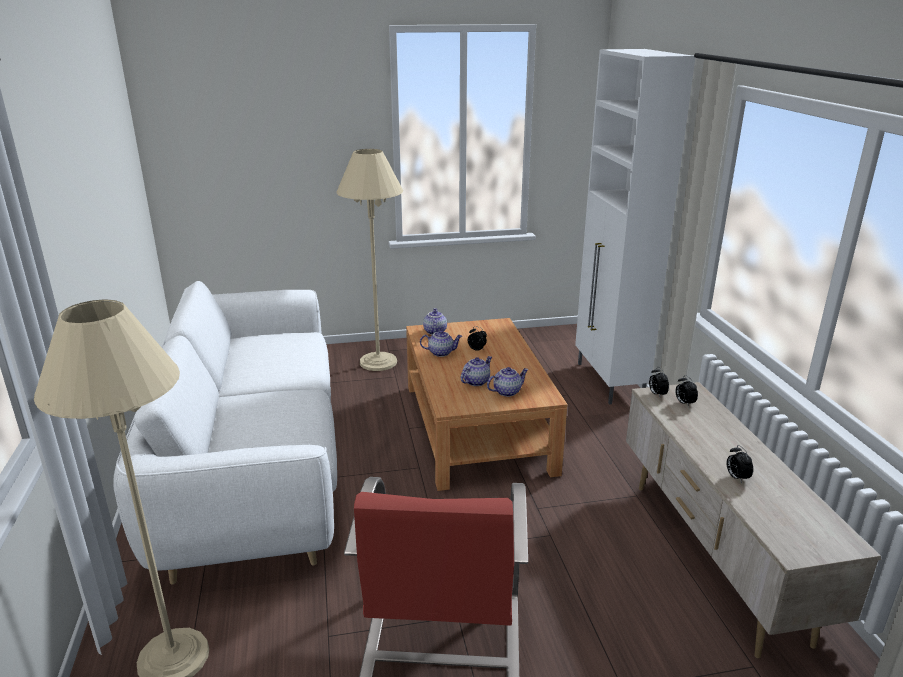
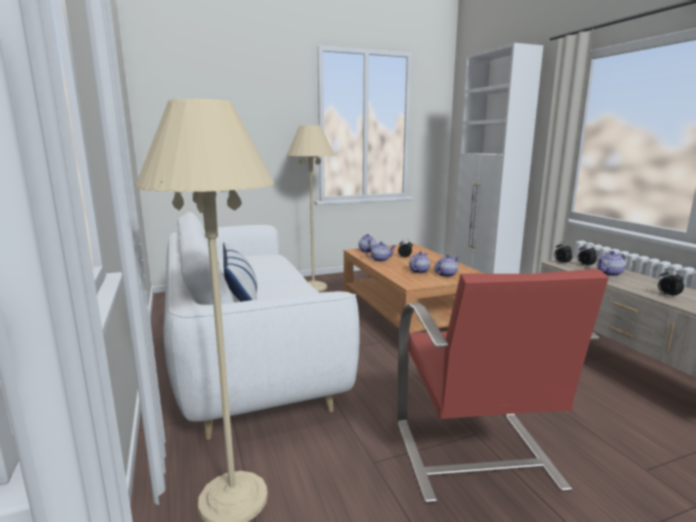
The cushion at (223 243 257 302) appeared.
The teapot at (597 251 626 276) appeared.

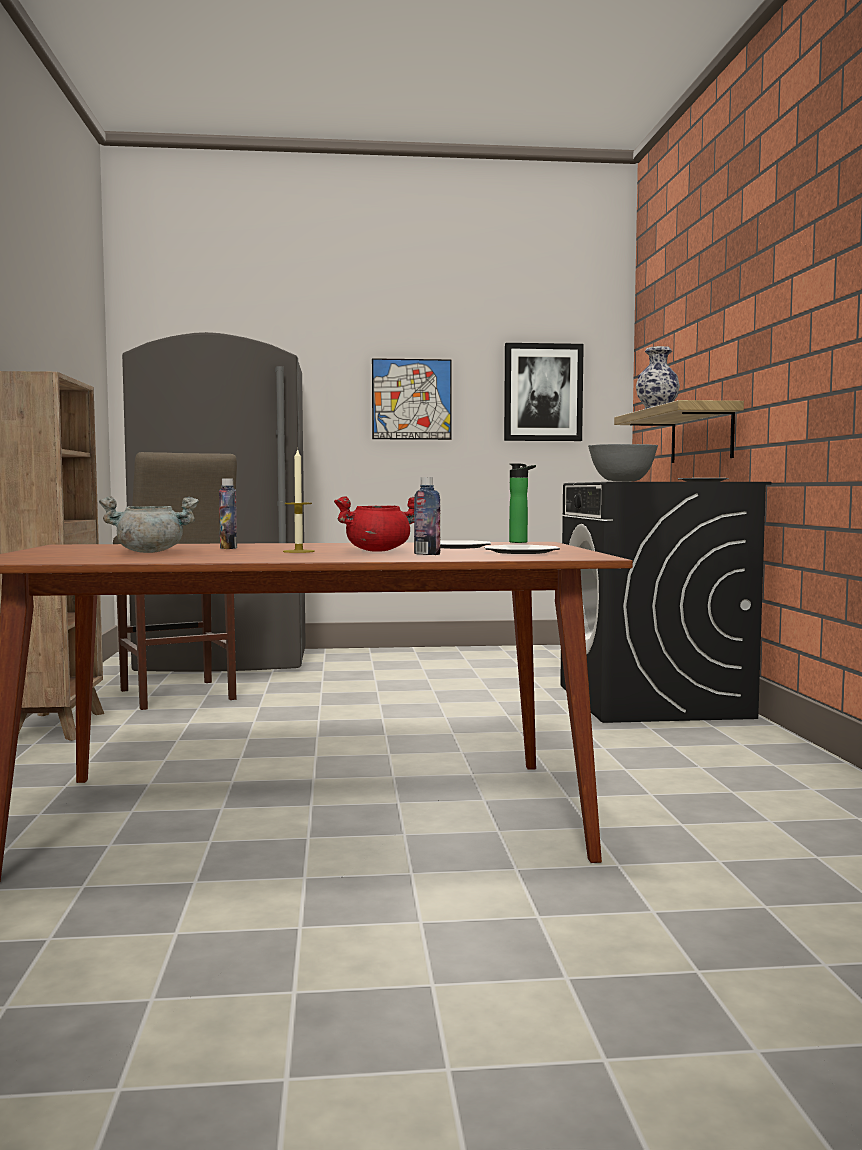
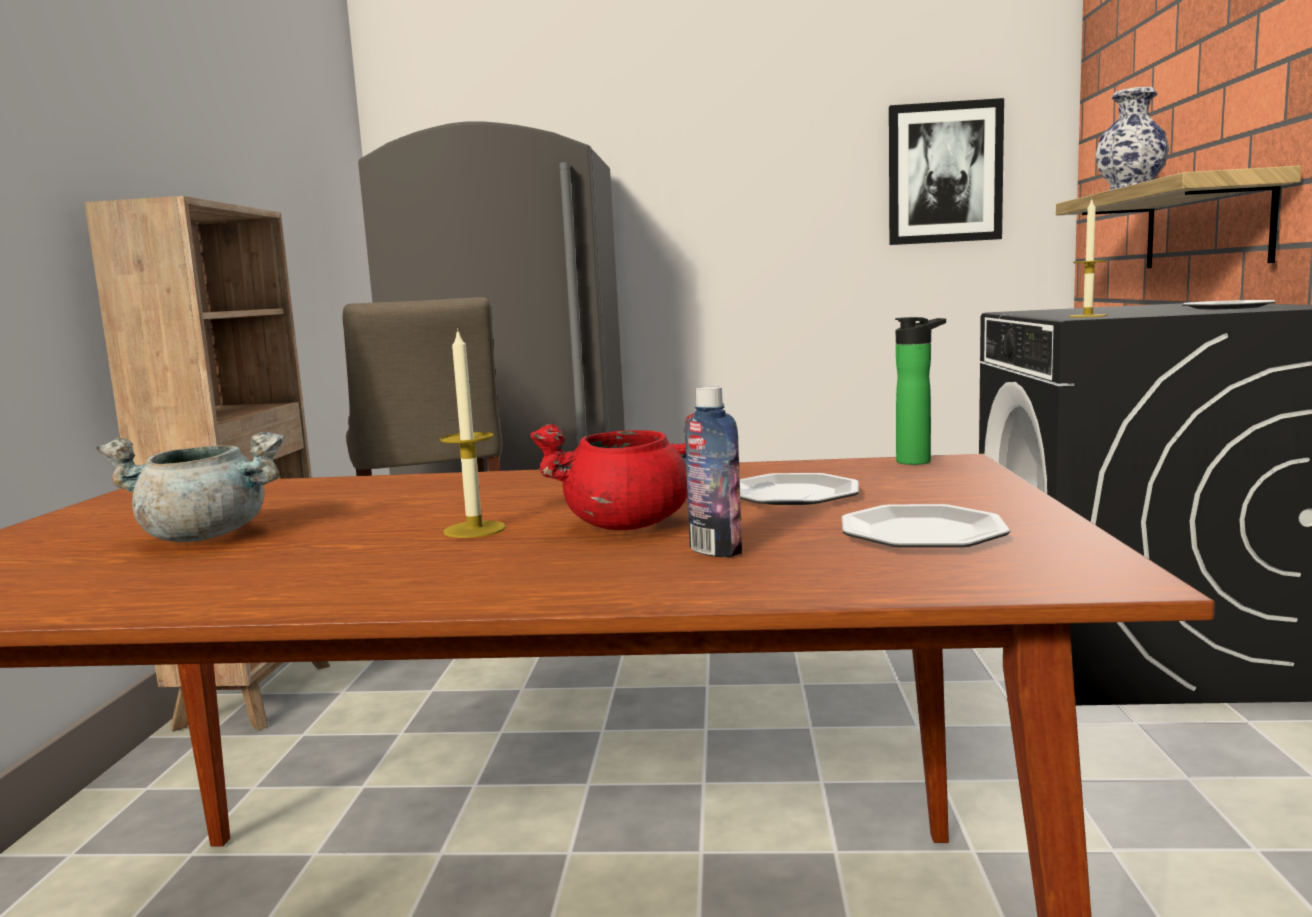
The drink bottle at (219 478 237 549) disappeared.
The picture at (372 358 452 440) disappeared.
The gray serving bowl at (588 444 658 481) was replaced by the wax candle at (1069 200 1107 317).

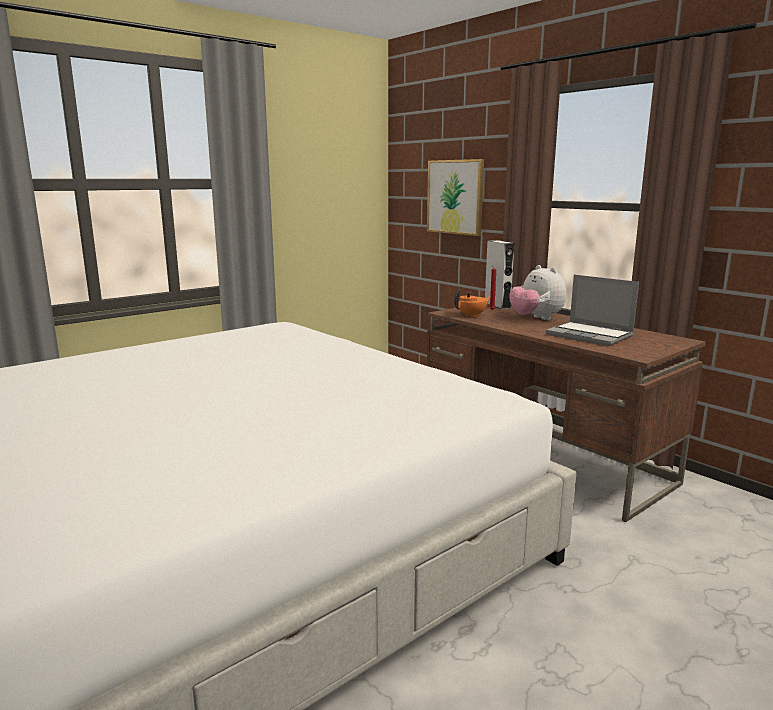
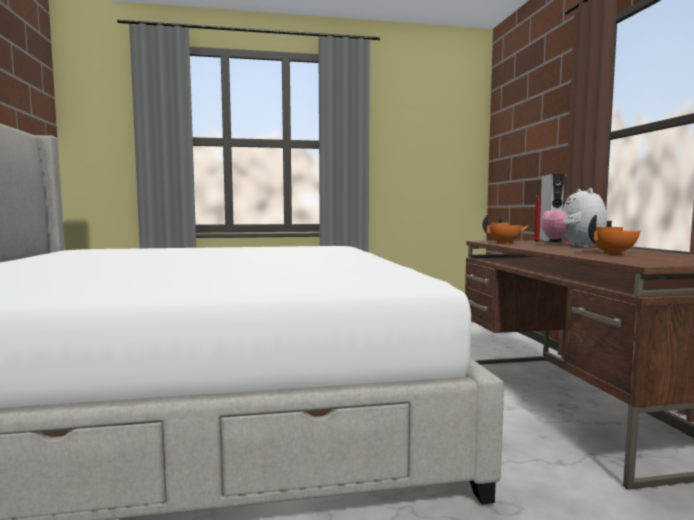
The picture at (427 159 484 236) disappeared.
The laptop at (546 275 639 346) was replaced by the orange teapot at (588 215 642 255).

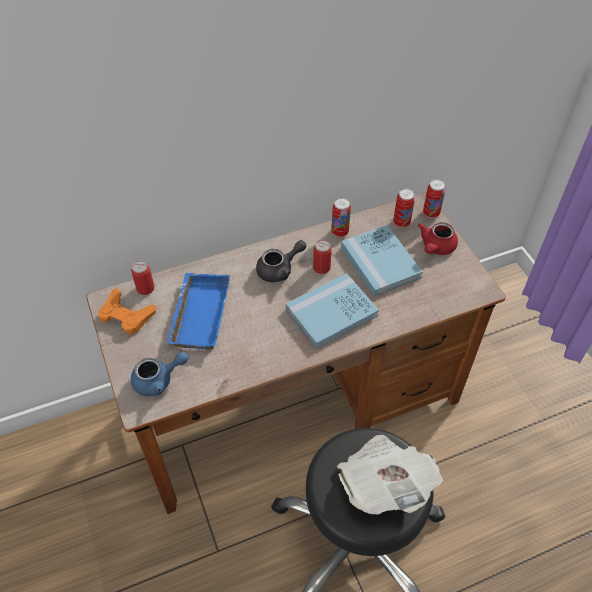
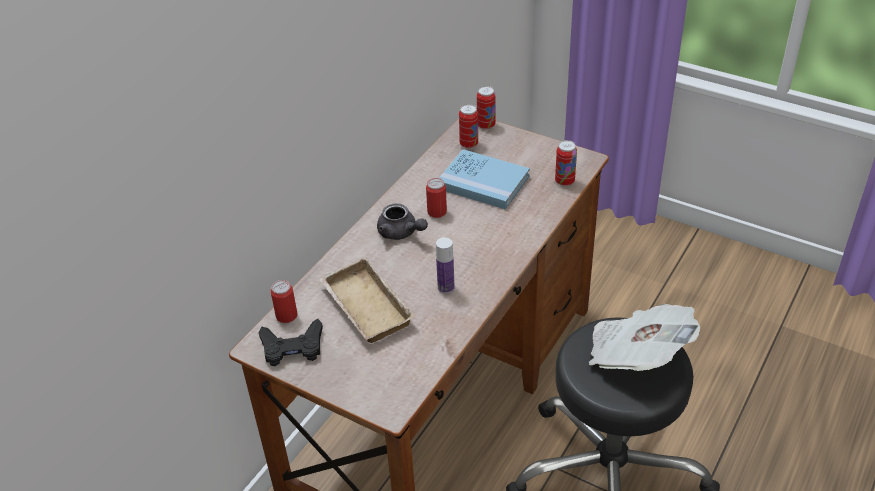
The bluish teapot at (131 352 188 396) disappeared.
The bluish bound book at (286 273 379 349) disappeared.
The red-coloured teapot at (418 222 458 255) disappeared.
The drink bottle at (436 237 455 294) appeared.
The sealed can moved from (331 198 351 237) to (555 140 577 186).
The orange joypad at (98 287 156 335) became the black joypad at (258 319 323 366).
The bluish carrying tray at (167 273 230 349) became the beige carrying tray at (319 257 415 343).
The gray teapot at (256 240 307 282) turned 105 degrees clockwise.

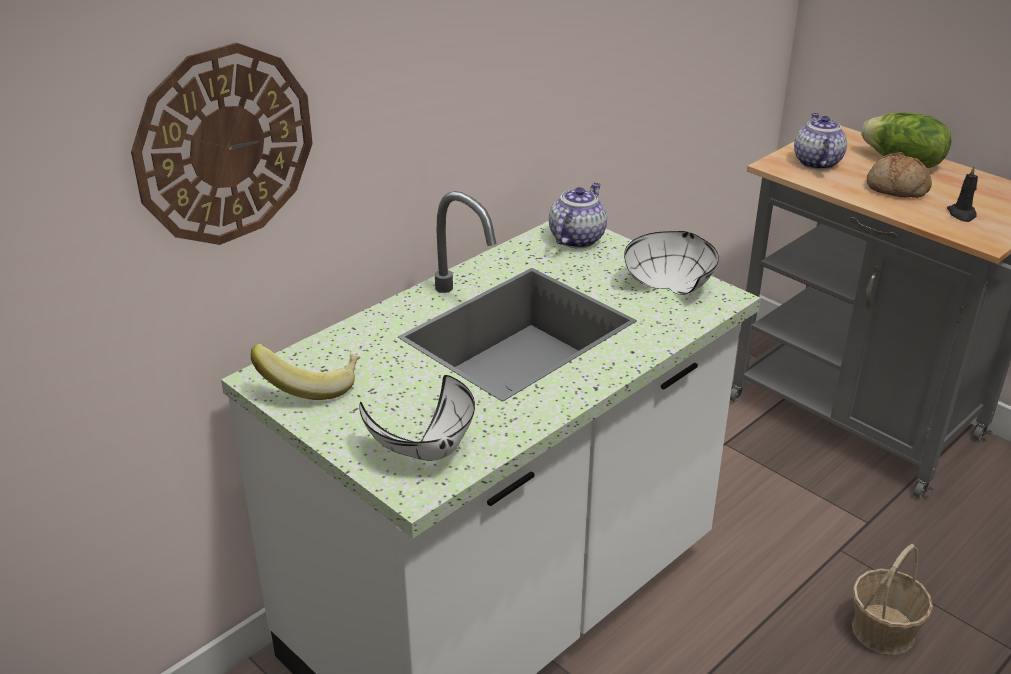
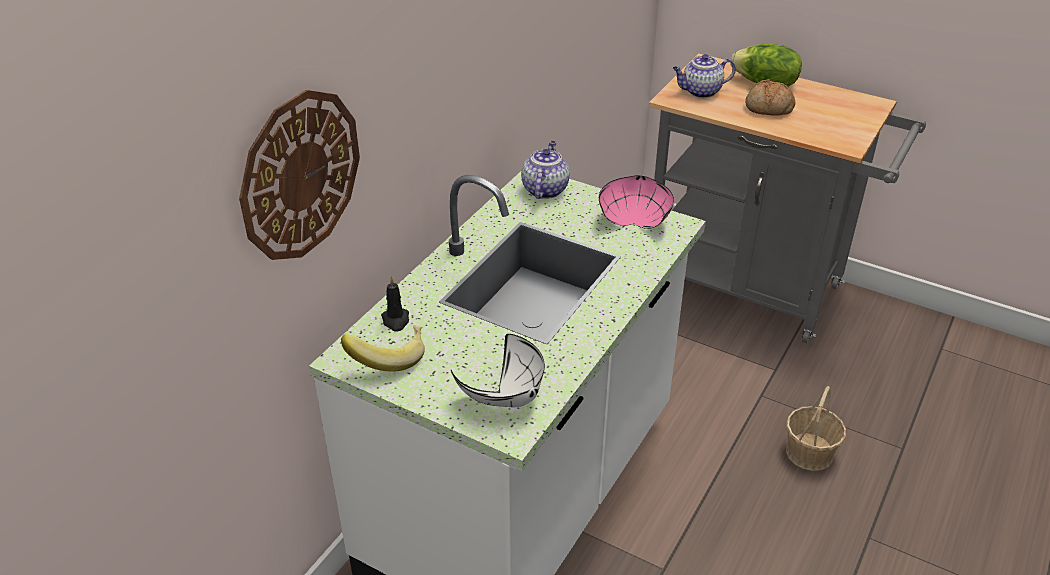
The black wax candle moved from (947 165 978 222) to (381 277 409 332).
The white-coloured serving bowl at (624 231 719 295) became the pink serving bowl at (599 175 674 229).
The teapot at (794 113 847 170) turned 90 degrees counterclockwise.

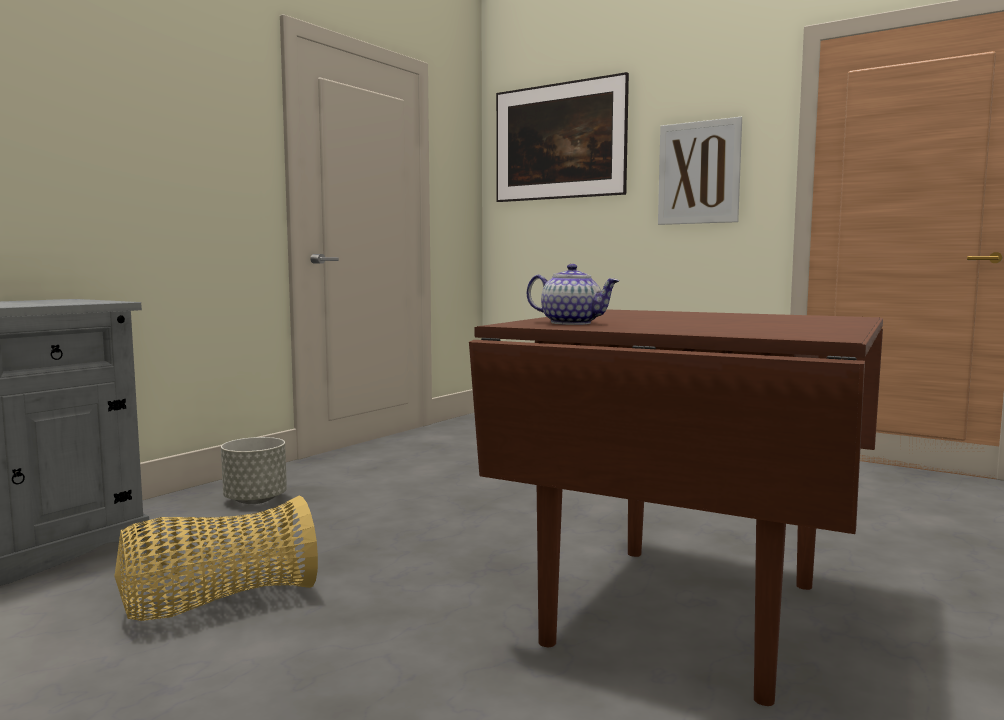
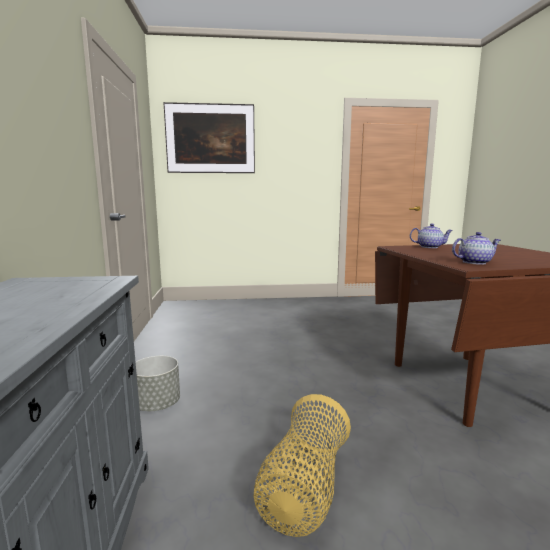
The picture at (658 117 742 225) disappeared.
The teapot at (410 224 453 248) appeared.

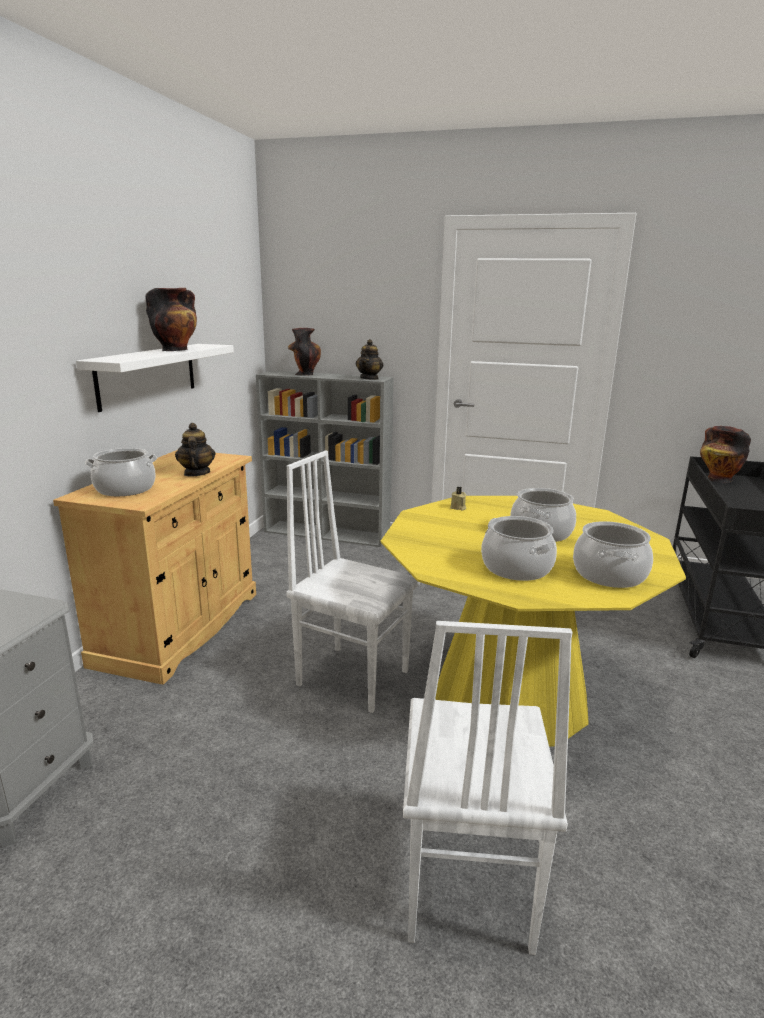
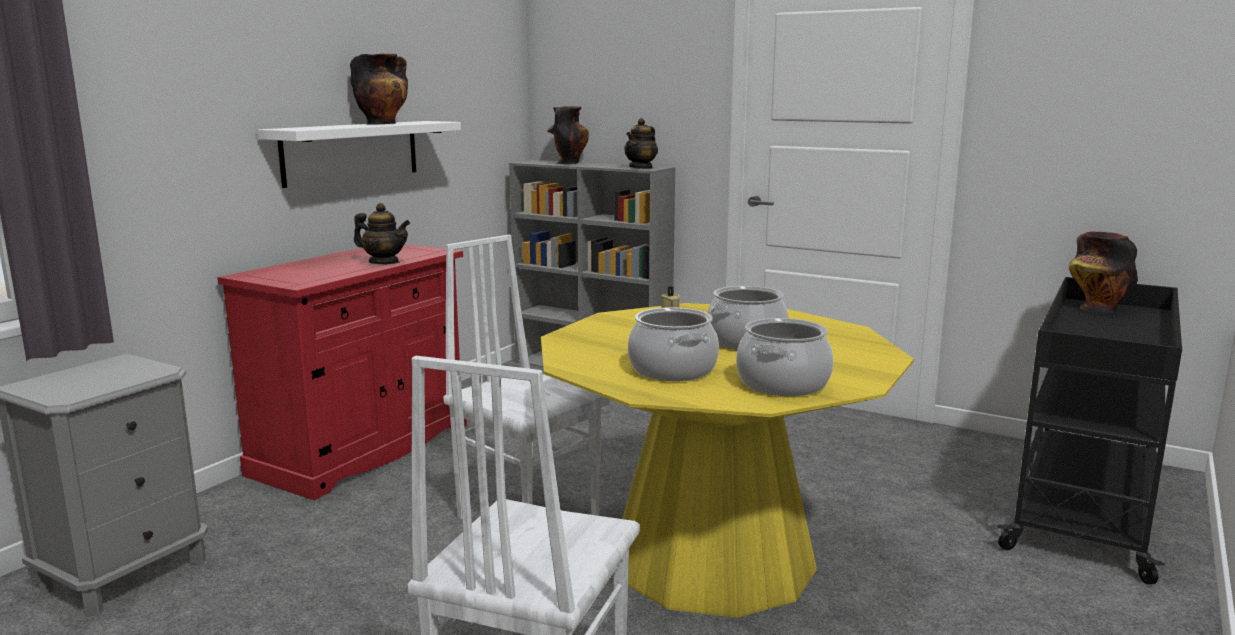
The saucepot at (85 448 157 496) disappeared.
The beige cupboard at (53 450 256 685) became the red-coloured cupboard at (217 244 467 500).
The teapot at (175 423 216 476) turned 105 degrees clockwise.

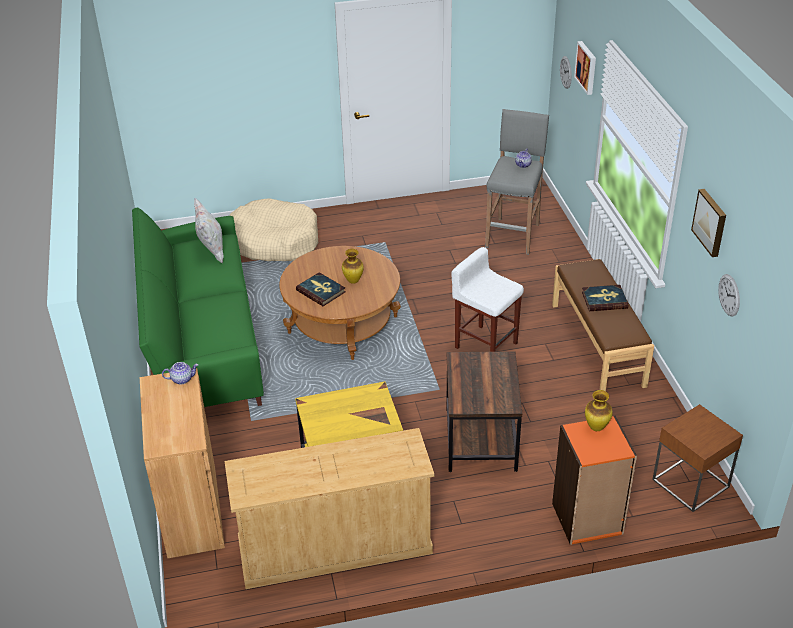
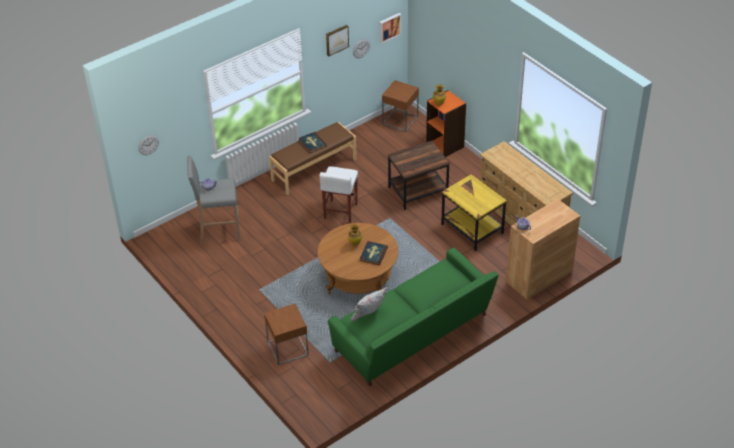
The picture moved from (574 41 596 95) to (380 13 401 43).
The beige dog cushion at (229 199 318 261) was replaced by the brownish side table at (264 304 309 365).

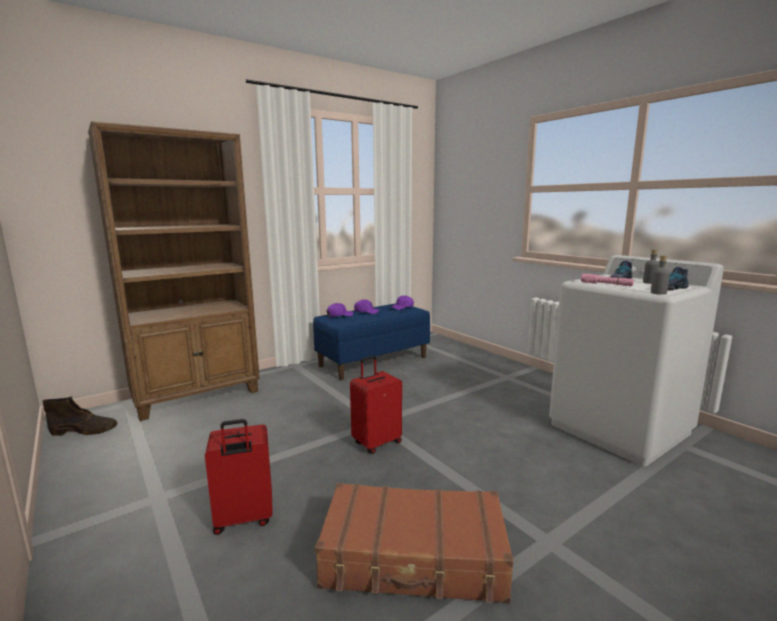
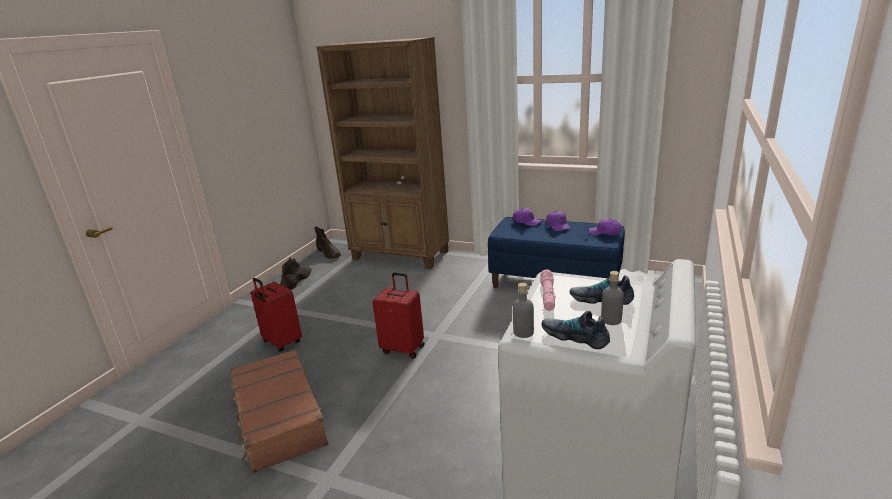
The brownish high-top boot at (281 257 311 290) appeared.

